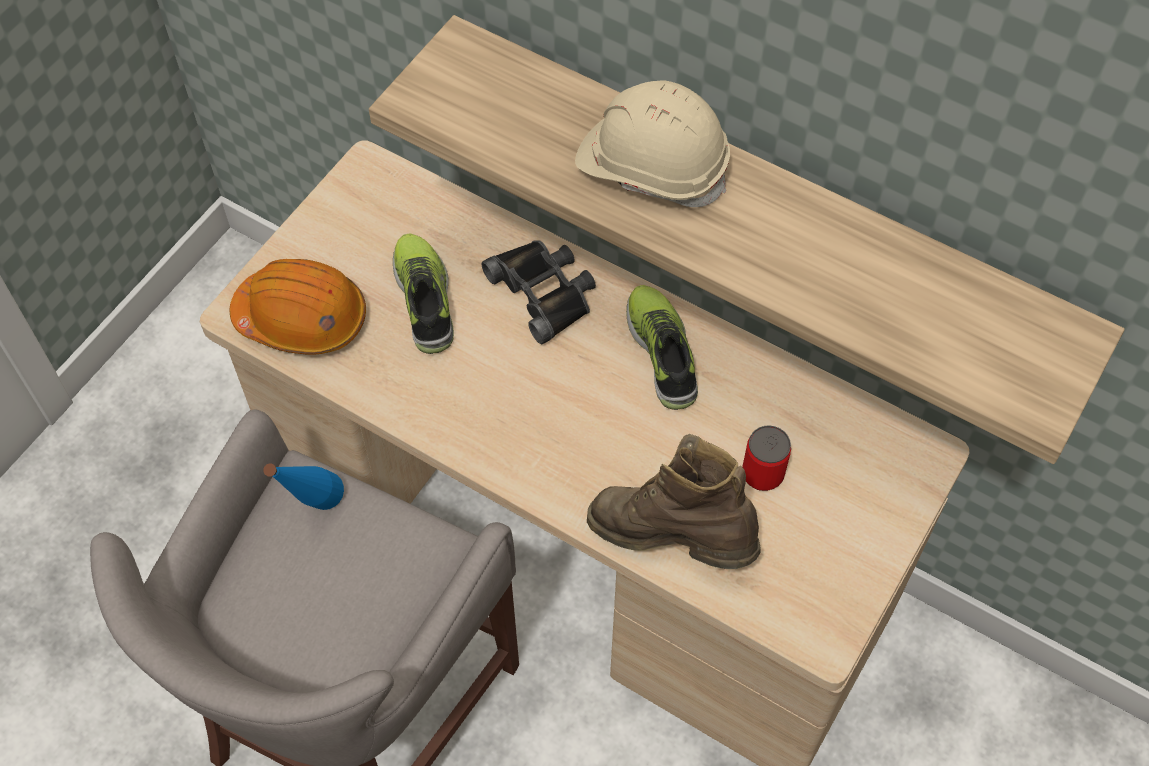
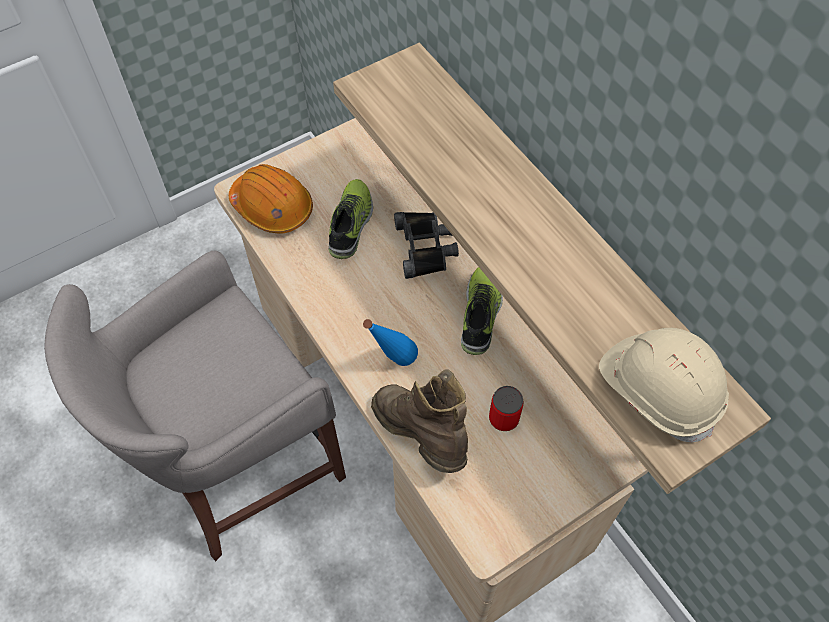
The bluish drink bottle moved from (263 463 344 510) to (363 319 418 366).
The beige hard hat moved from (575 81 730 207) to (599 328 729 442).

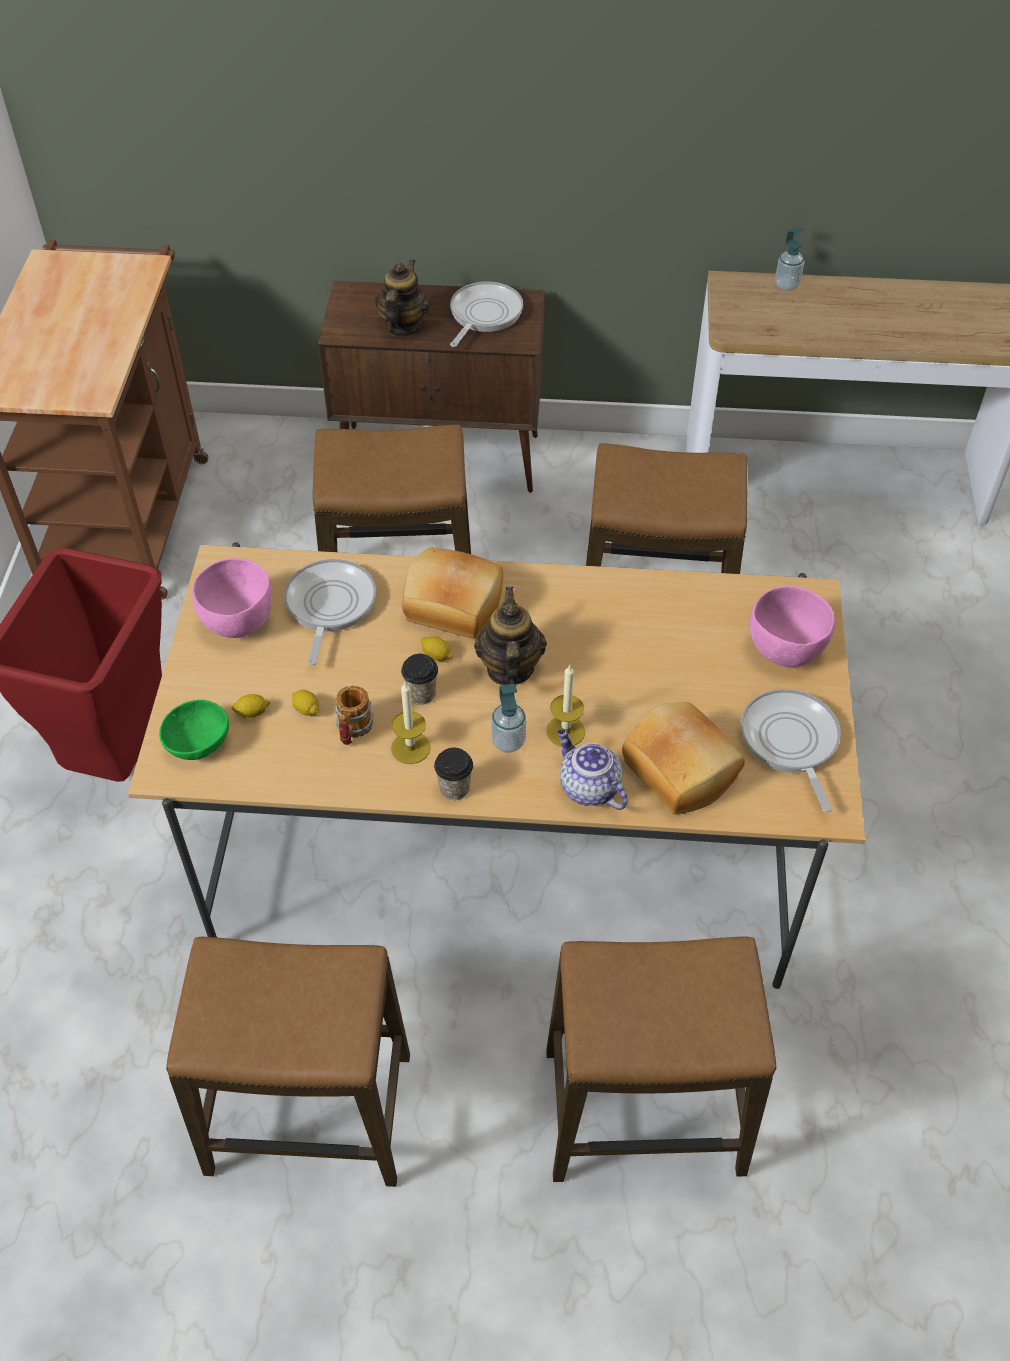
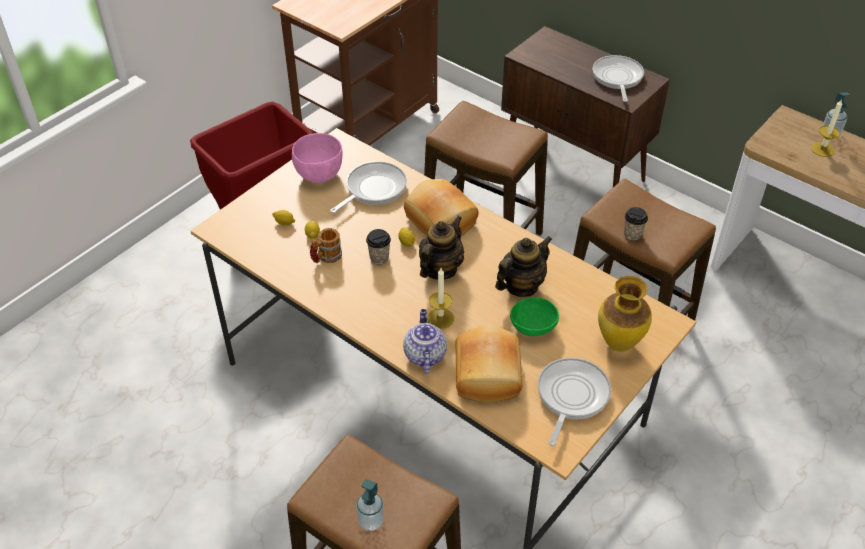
The stool at (166 937 410 1187) disappeared.
The green serving bowl moved from (159 700 229 760) to (510 297 559 336).
The teapot moved from (375 259 429 337) to (495 236 552 297).
The wax candle moved from (391 682 431 764) to (811 99 842 157).
The cup moved from (434 748 473 800) to (624 207 648 241).
The soap bottle moved from (491 684 526 752) to (356 479 385 531).
The pink serving bowl at (750 586 835 667) was replaced by the flower vase at (598 276 652 352).
The pan at (450 281 523 347) turned 60 degrees counterclockwise.

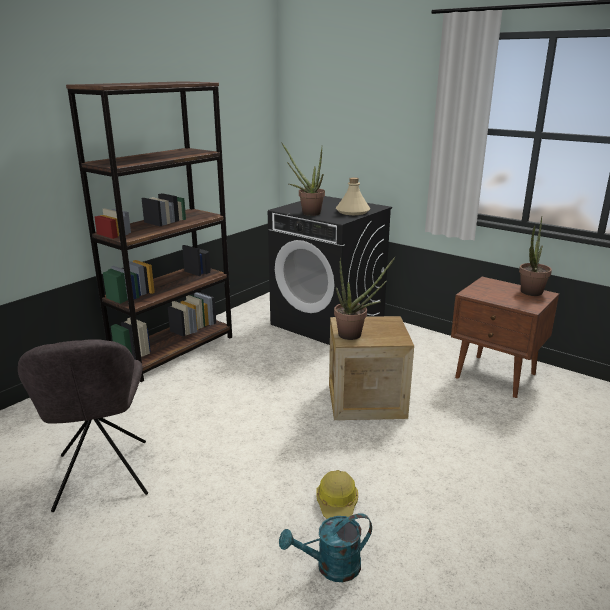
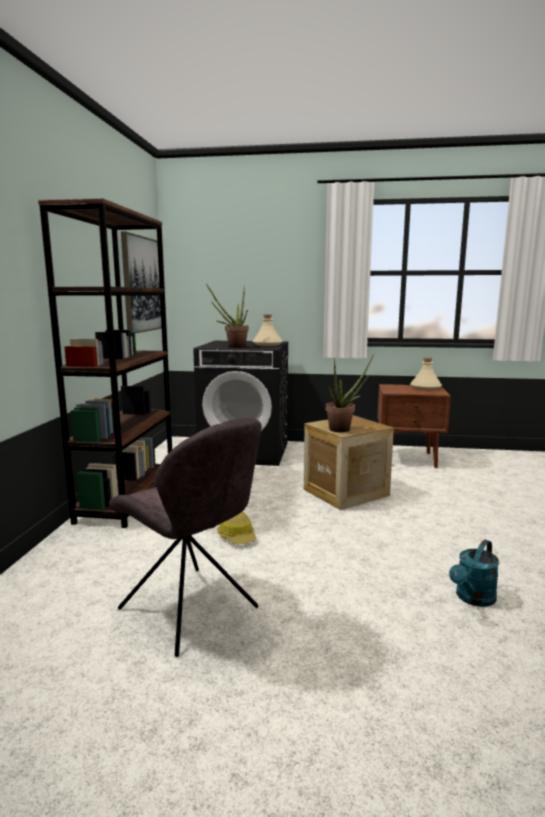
The picture at (121 232 162 333) appeared.
The hard hat moved from (316 470 358 519) to (217 512 257 545).
The houseplant at (519 216 552 296) was replaced by the beige drink bottle at (410 358 442 390).

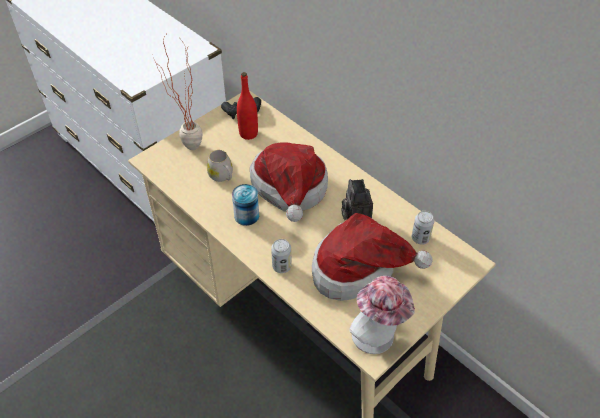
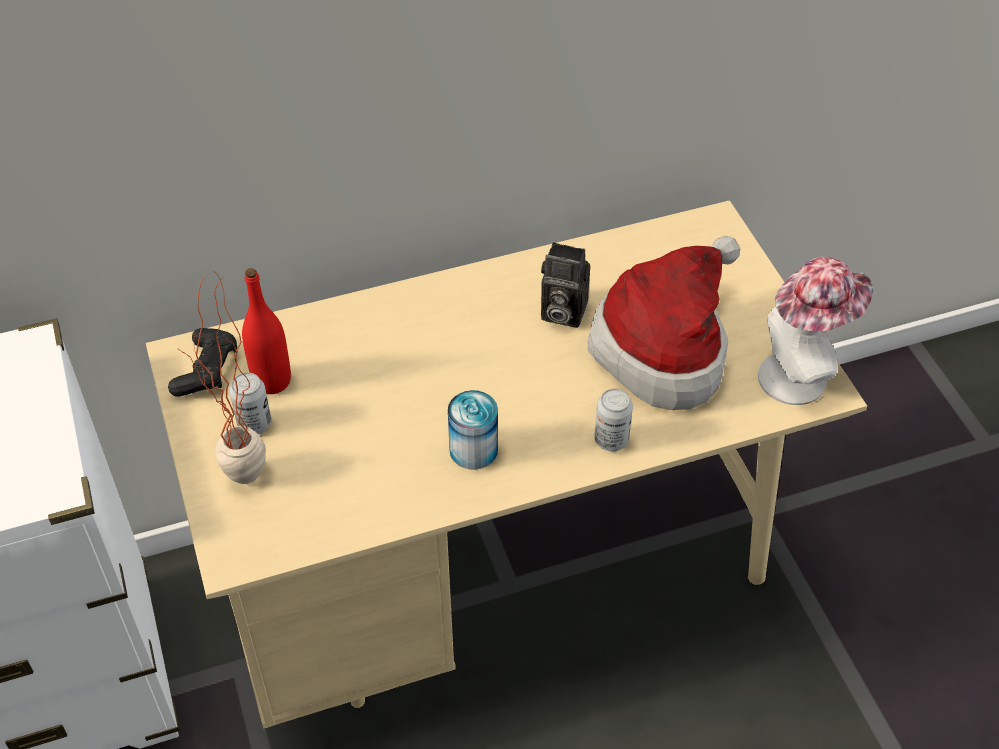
The white-coloured mug at (207 150 233 182) disappeared.
The hat at (250 143 328 222) disappeared.
The sealed can moved from (412 211 434 245) to (229 372 271 434).

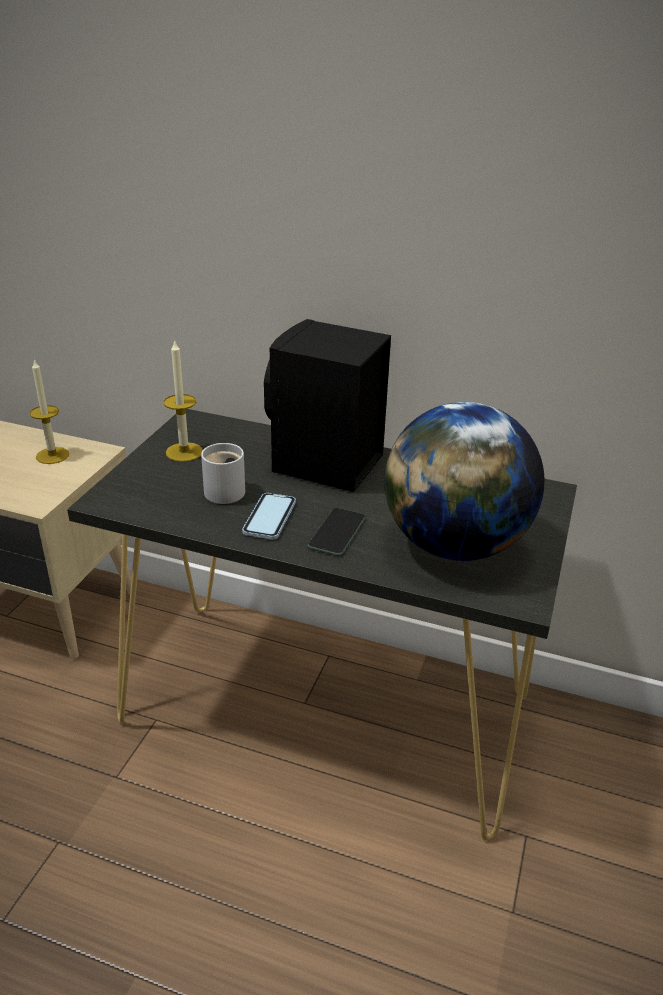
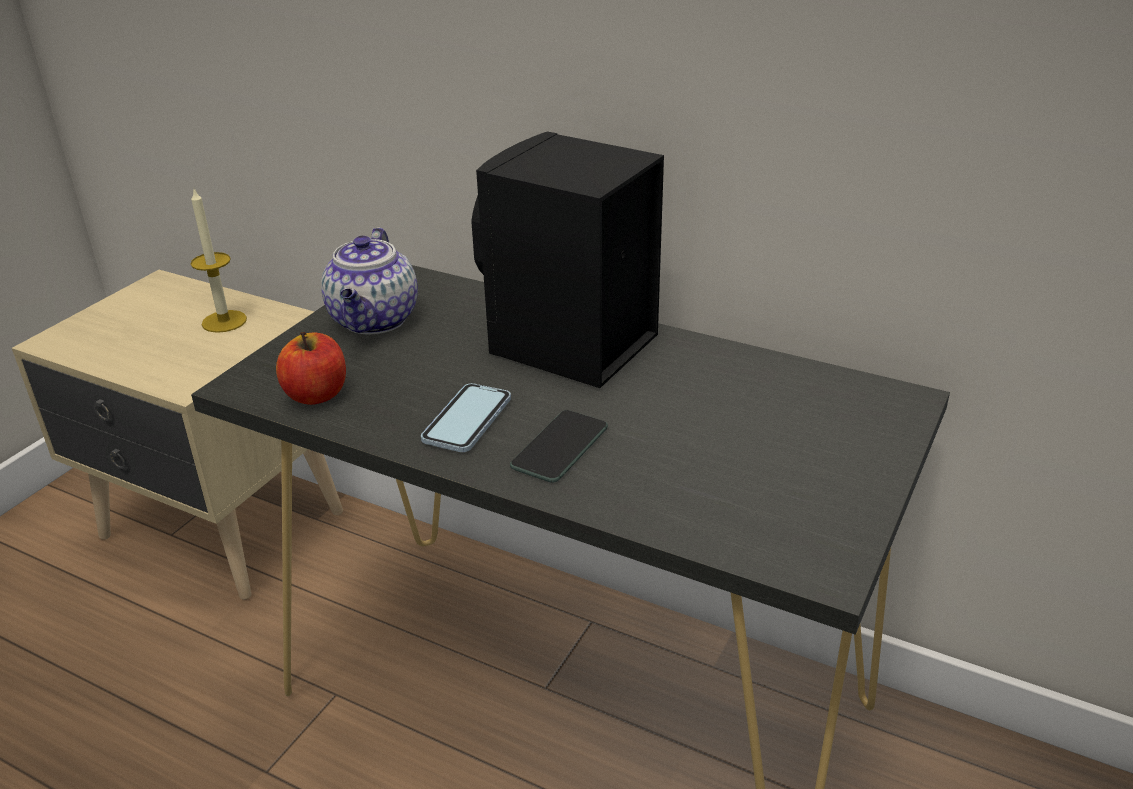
The white-coloured mug at (201 443 245 504) disappeared.
The world globe at (384 402 544 561) disappeared.
The apple fruit at (276 332 346 405) appeared.
The wax candle at (164 339 203 462) was replaced by the teapot at (321 227 418 334).

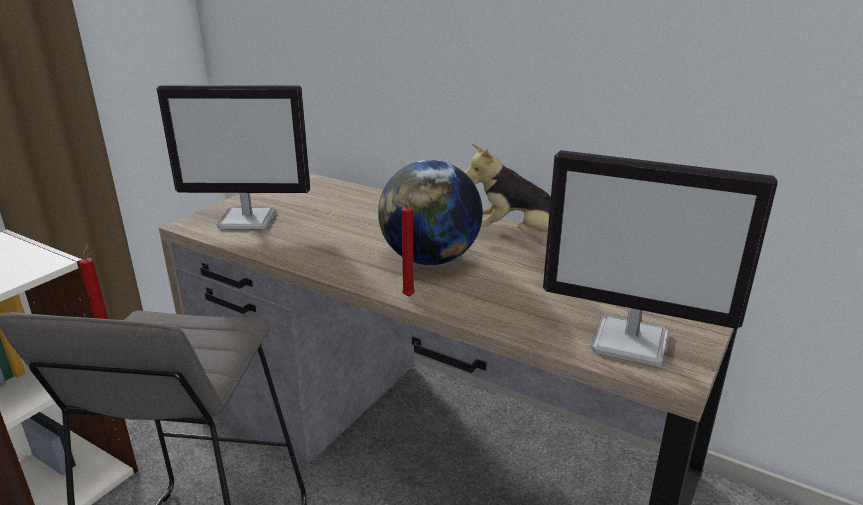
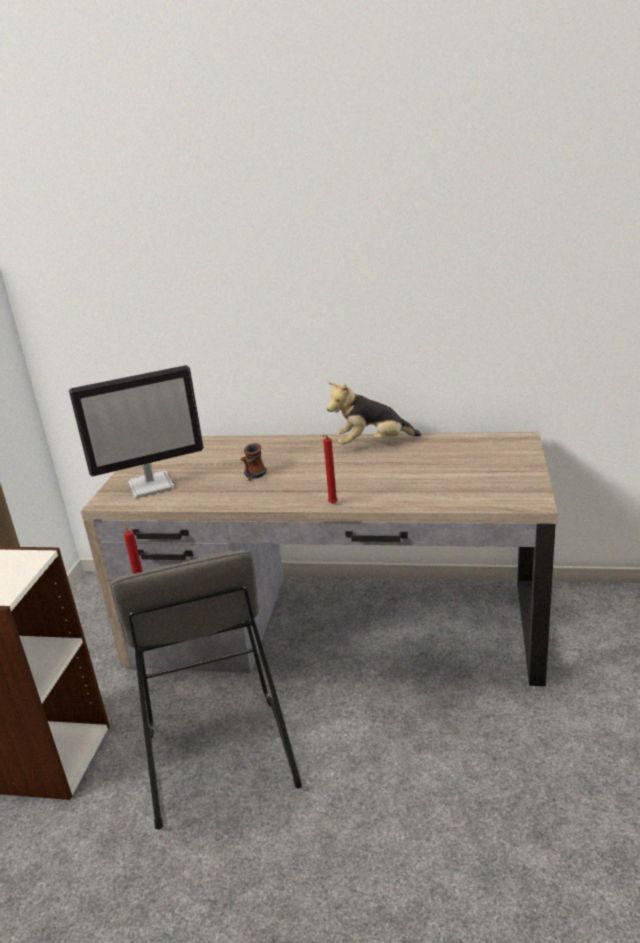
The world globe at (378 160 483 265) disappeared.
The computer screen at (543 150 778 367) disappeared.
The mug at (241 443 267 480) appeared.

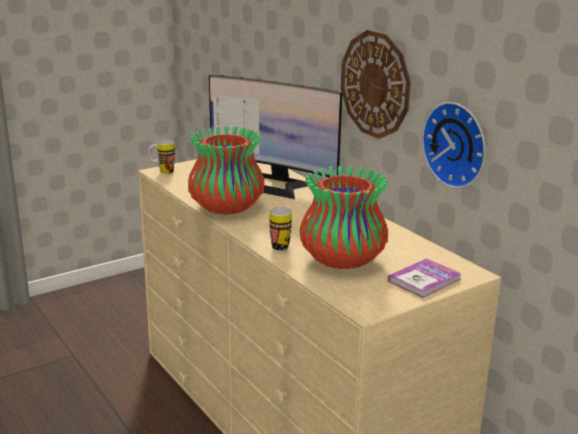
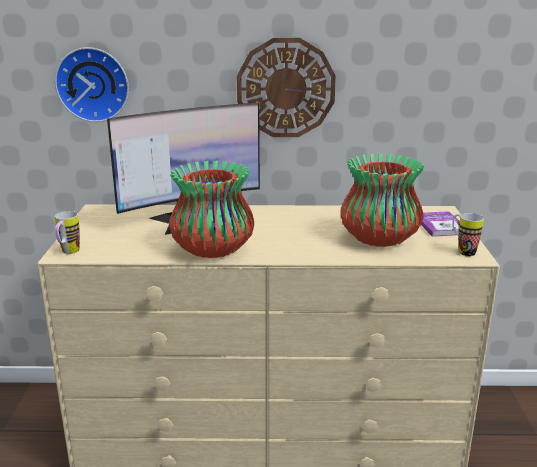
The mug moved from (269 207 292 250) to (452 213 484 256).
The clock on the wall moved from (422 102 486 189) to (55 47 129 122).

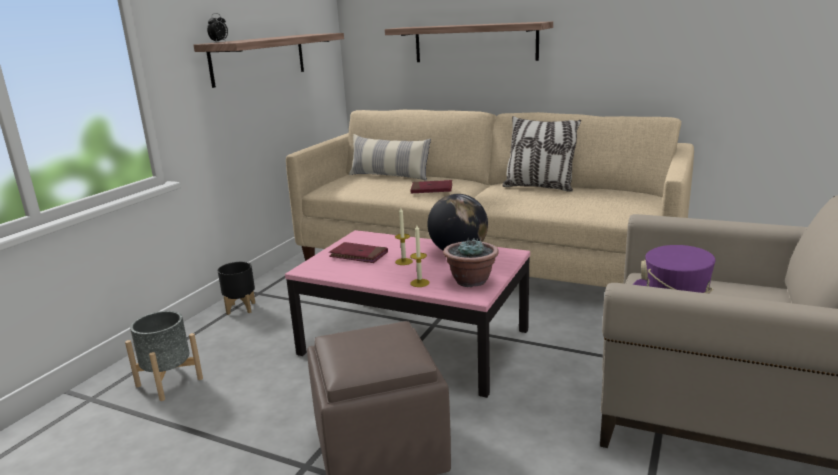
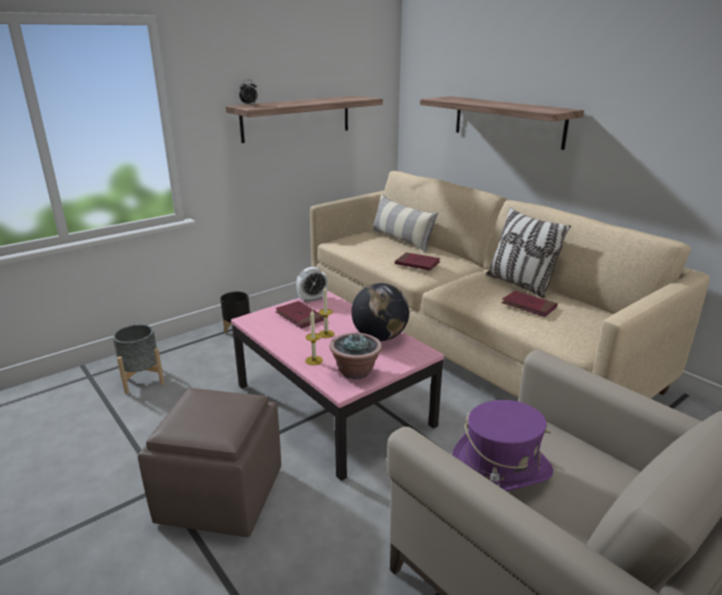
The table clock at (296 267 328 302) appeared.
The red-coloured bound book at (501 291 558 317) appeared.

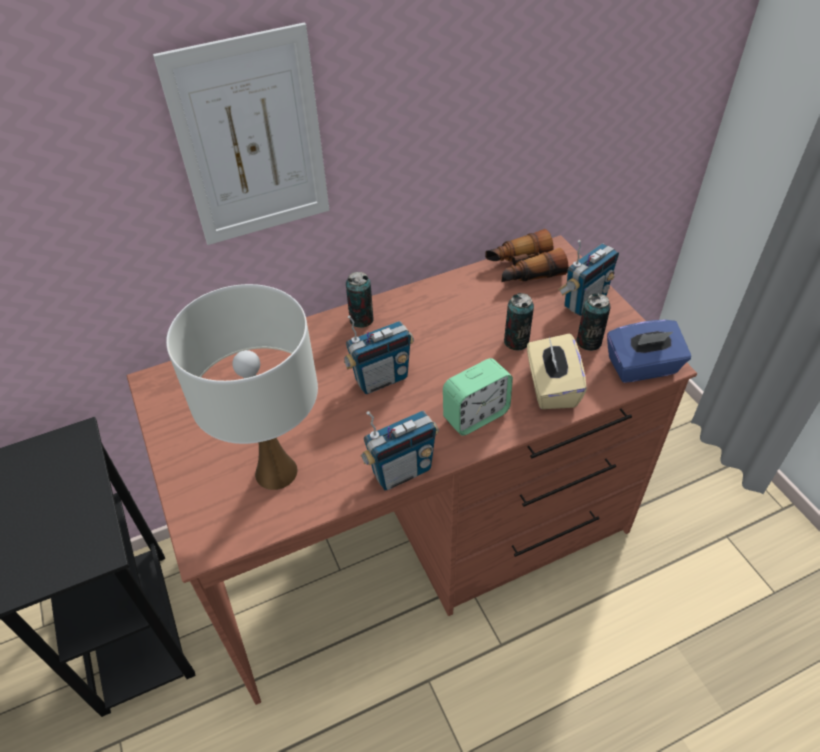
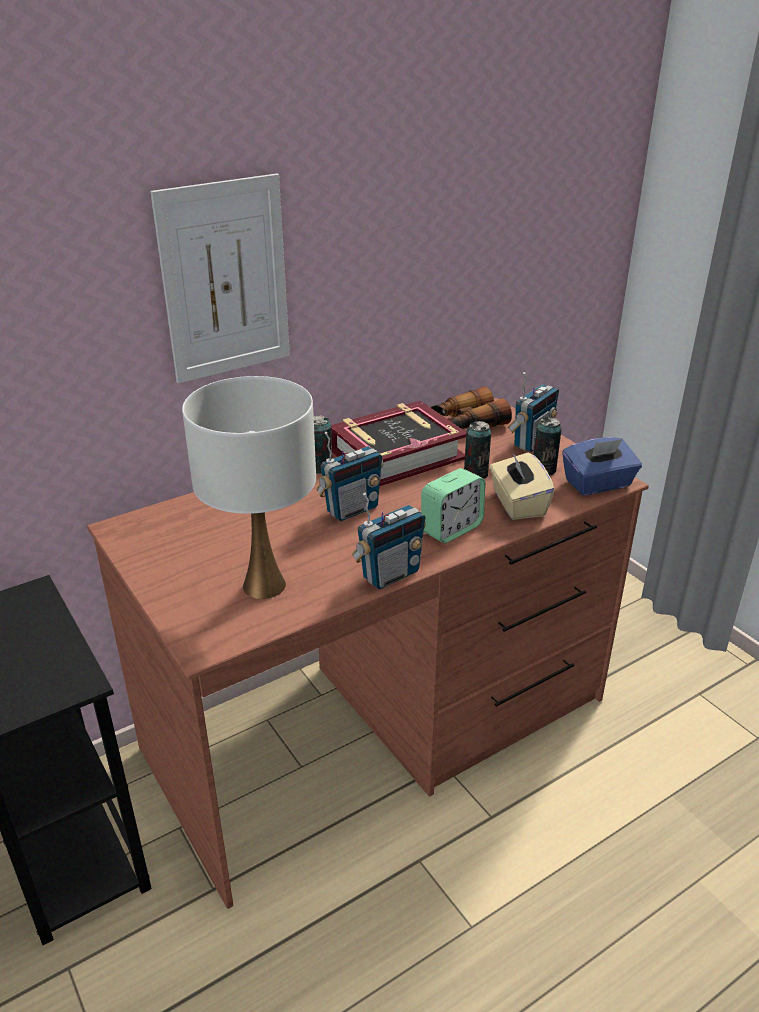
The bound book at (331 401 466 486) appeared.

